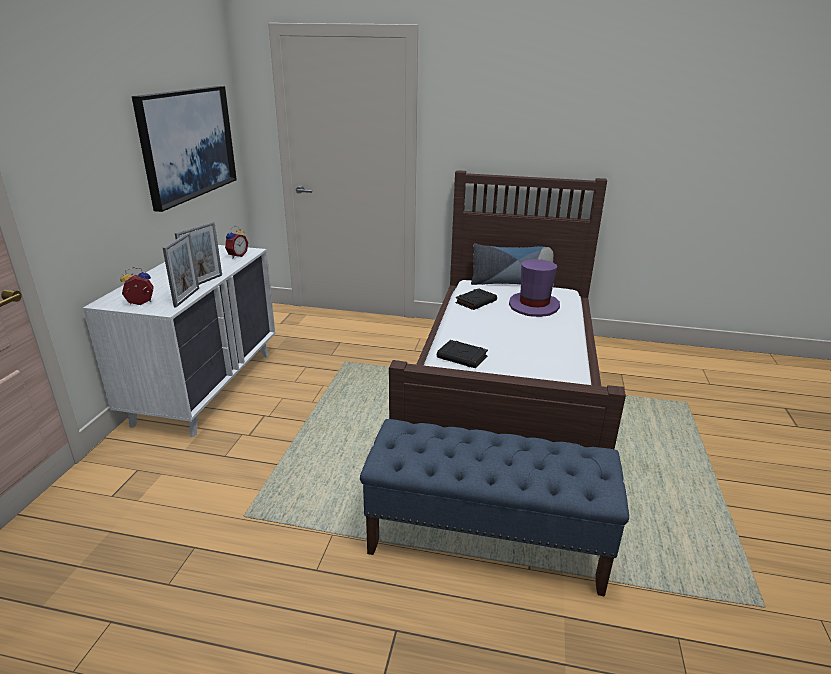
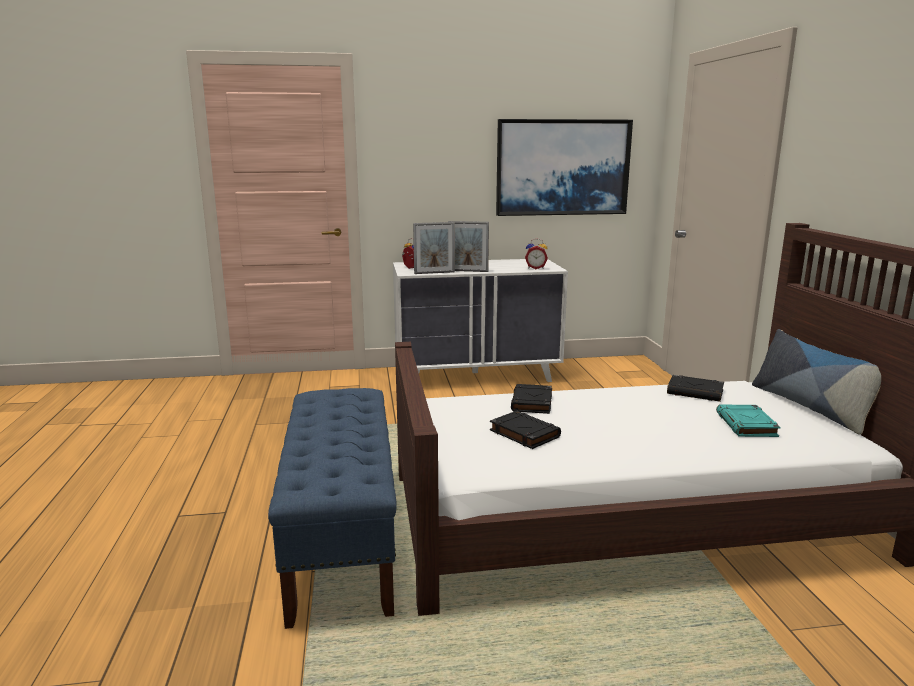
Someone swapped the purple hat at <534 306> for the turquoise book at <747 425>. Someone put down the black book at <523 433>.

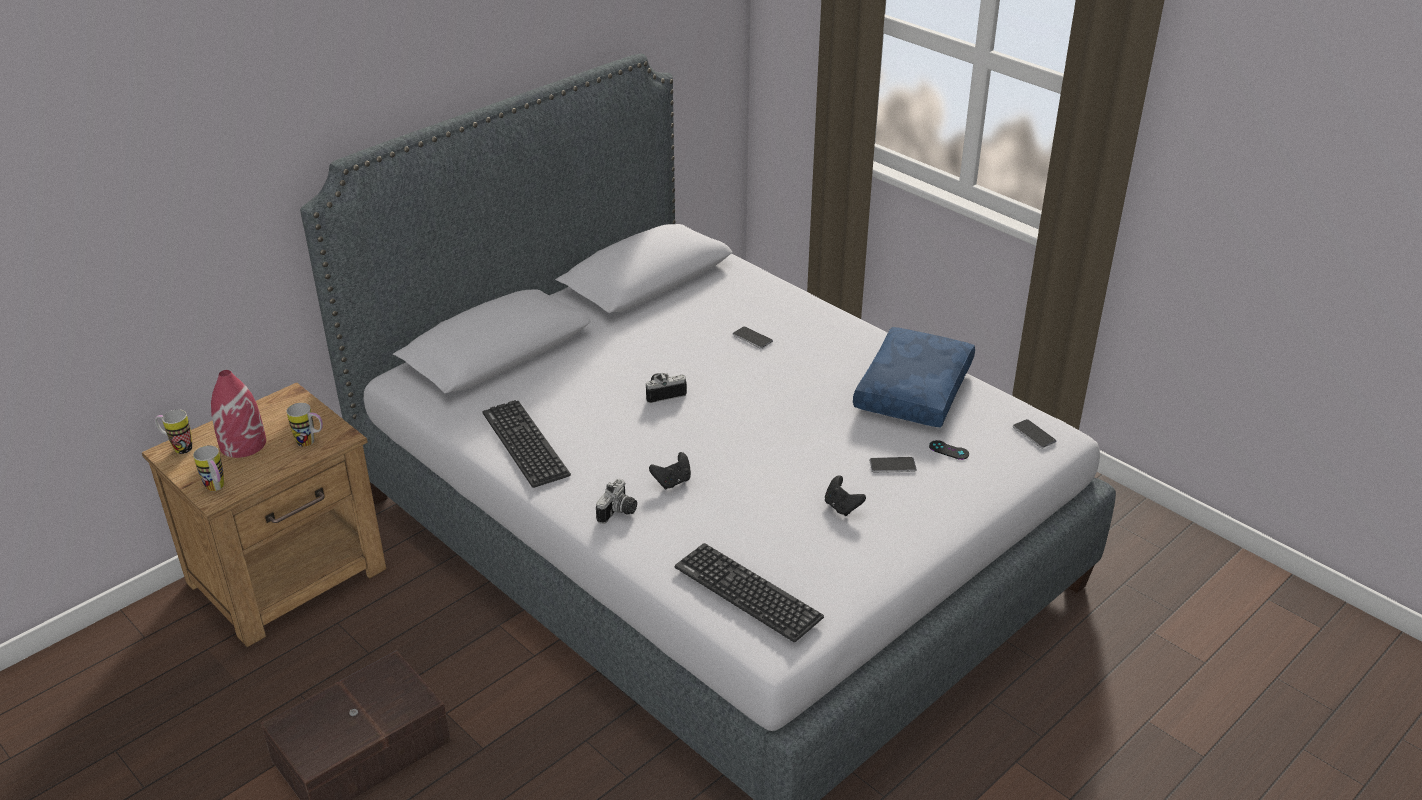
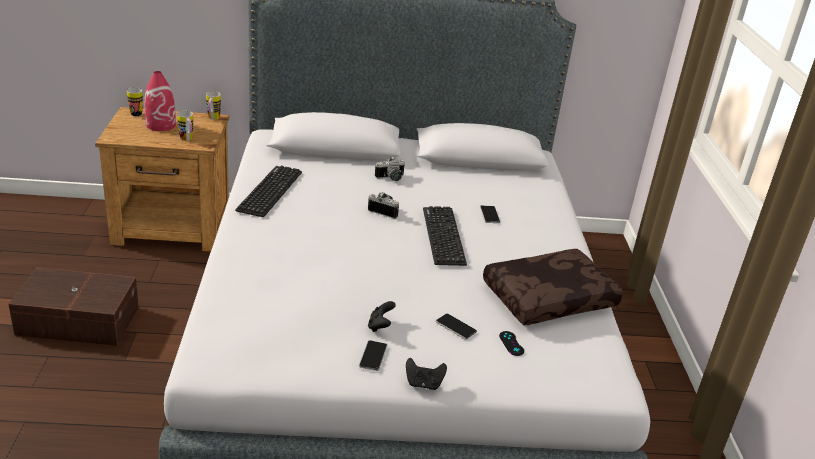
Someone carried the mug from <217 489> to <213 119>. Someone carried the photo camera from <619 512> to <391 178>. Someone carried the black game controller from <672 481> to <423 384>. Someone carried the keyboard from <747 592> to <443 236>. Someone repainted the blue pillow at <911 389>, which became the brown pillow at <548 297>. Someone carried the phone from <1034 434> to <373 356>.

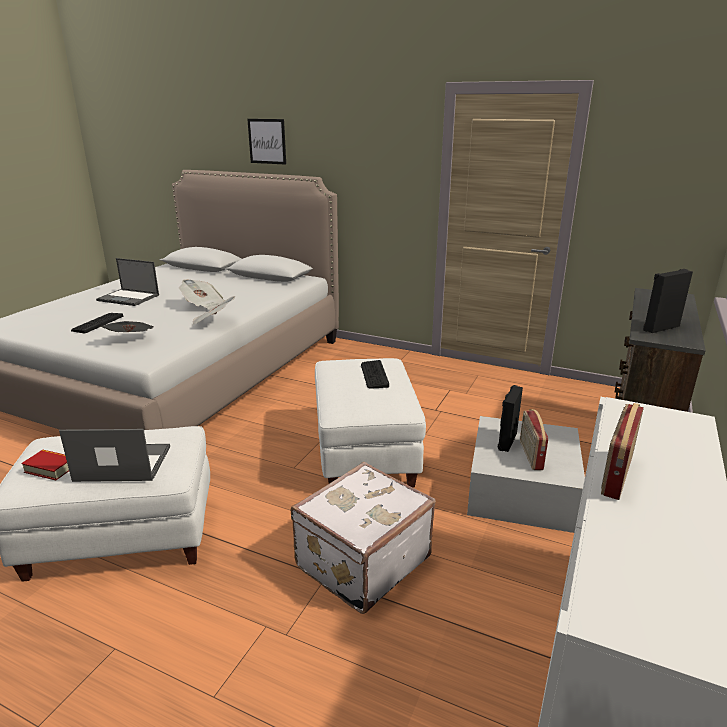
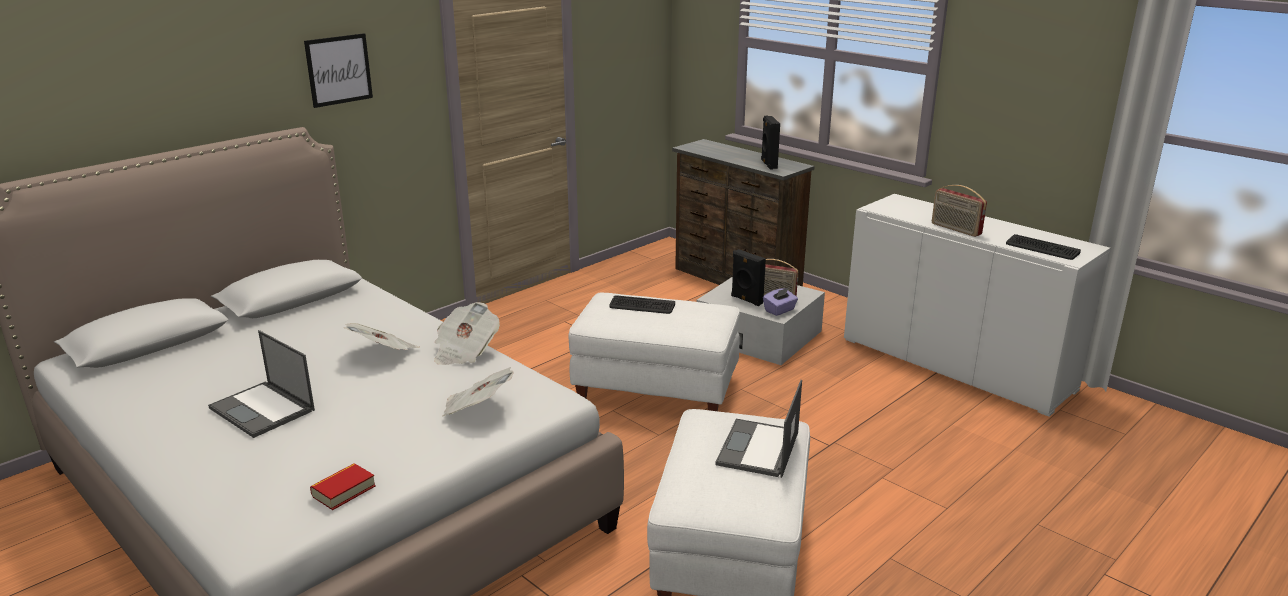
Someone carried the book from <51 468> to <343 491>. Someone carried the keyboard from <97 323> to <1042 248>. Someone rotated the laptop at <129 298> by 90 degrees clockwise. Someone carried the picture from <267 141> to <339 70>. Someone took away the white suitcase at <361 561>. Someone put down the purple tissue box at <779 310>.

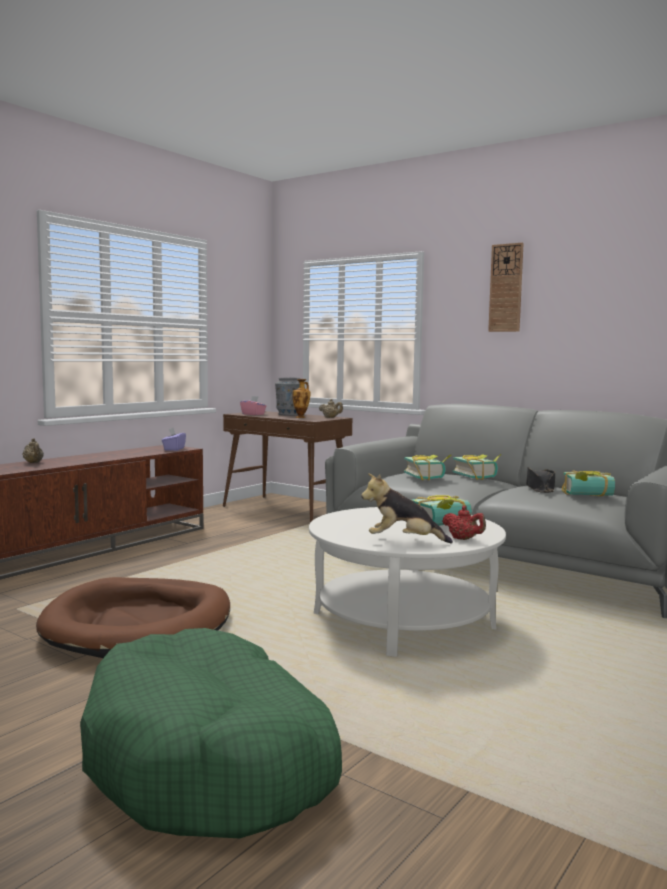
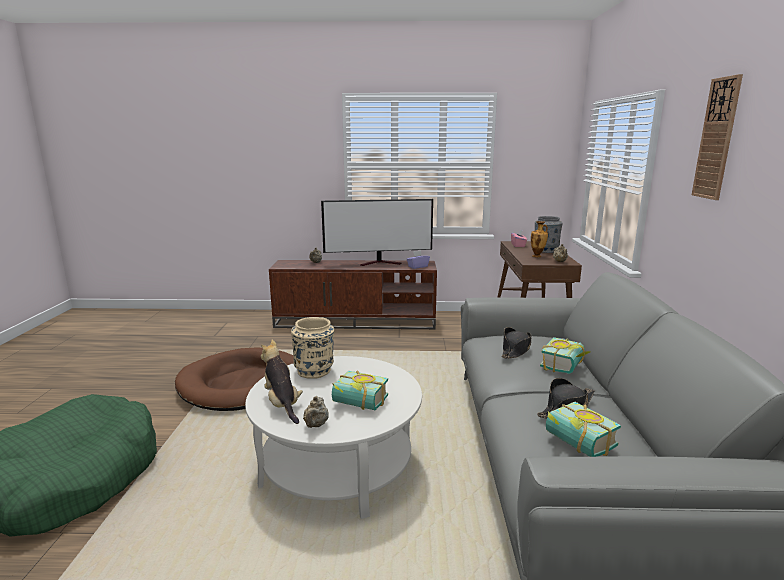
Someone swapped the book at <428 477> for the black hat at <516 349>. Someone repainted the red teapot at <463 539>, which became the beige teapot at <316 425>. Someone put down the beige vase at <315 371>. Someone put down the television at <381 263>.

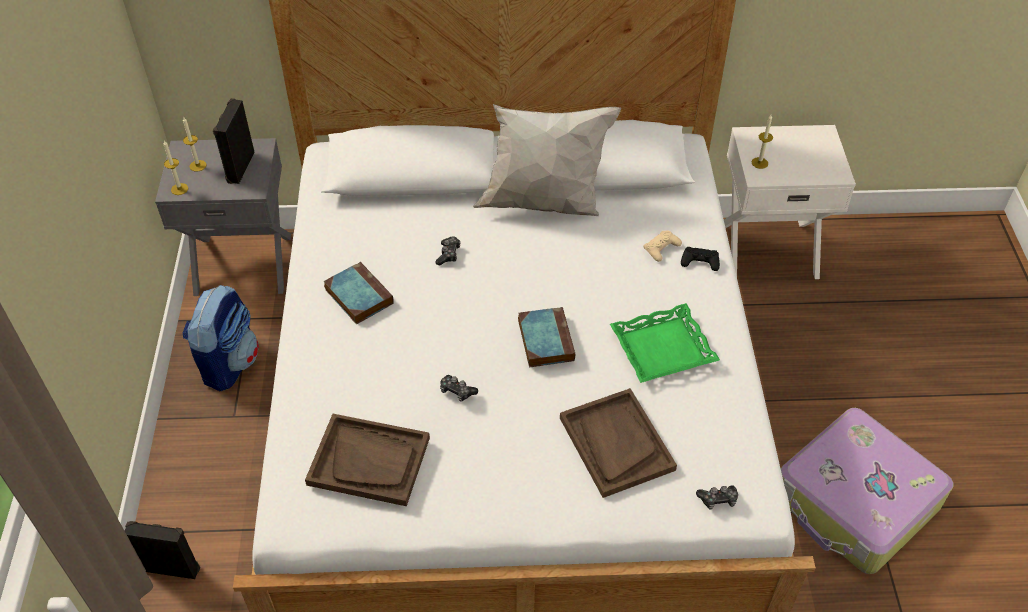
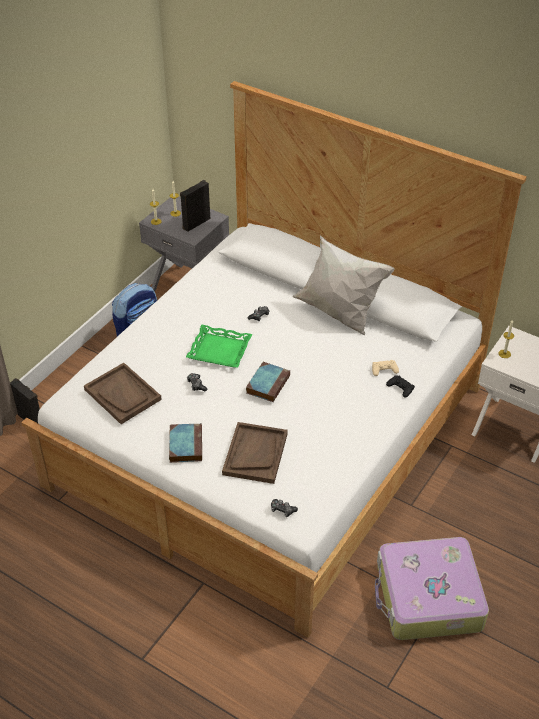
Someone carried the book from <357 296> to <185 444>. Someone carried the green tray from <662 348> to <219 350>.

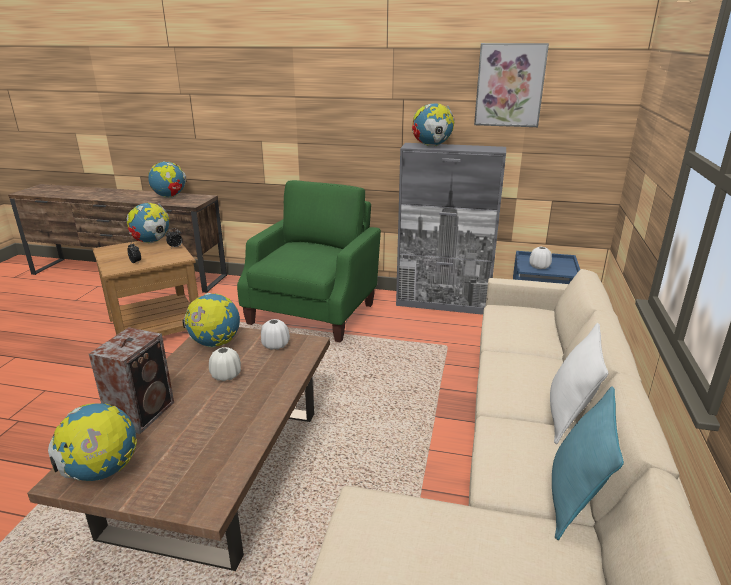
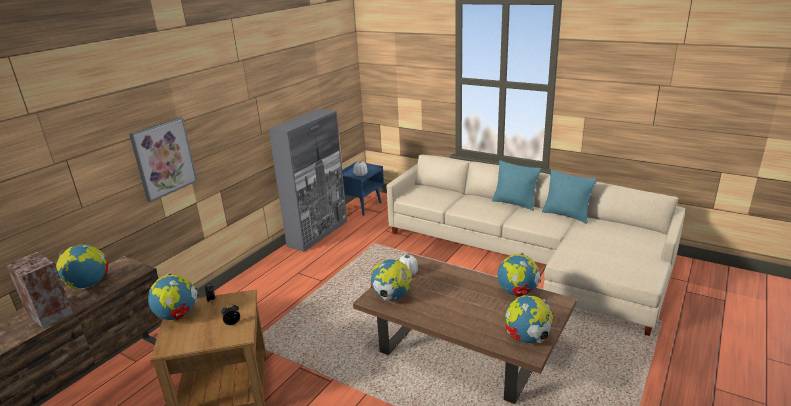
Someone carried the speaker from <143 412> to <50 312>. Someone took away the white vase at <226 375>. Someone took away the green armchair at <314 312>. Someone carried the globe from <432 146> to <517 293>. Someone carried the picture from <509 85> to <163 158>. Someone repainted the white pillow at <568 416>, which became the turquoise pillow at <514 203>.

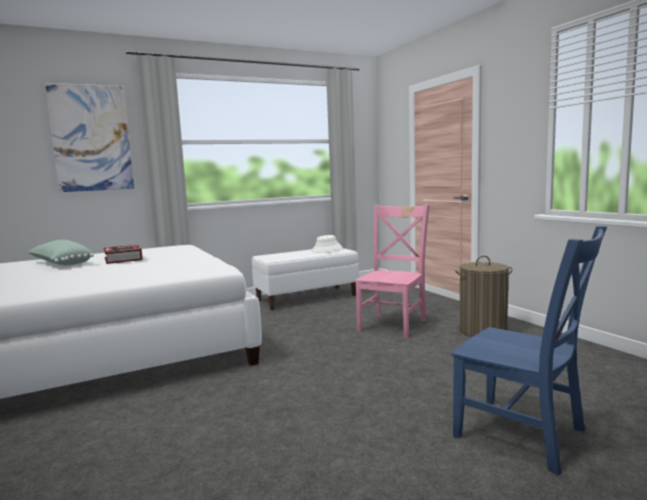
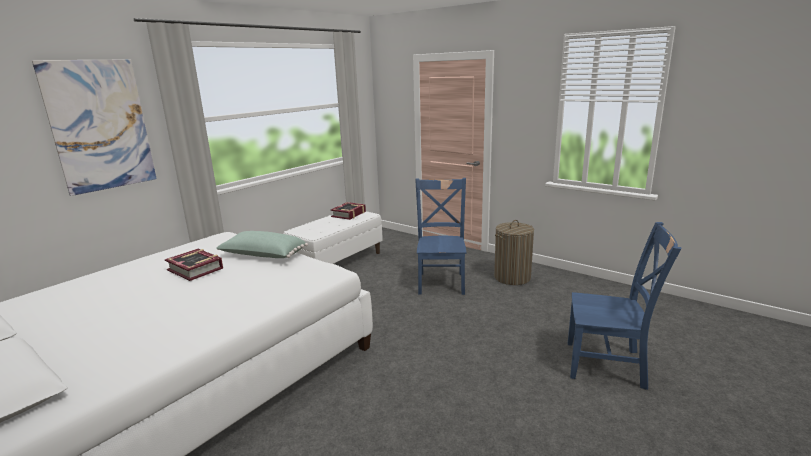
Someone carried the green pillow from <61 264> to <263 256>. Someone swapped the white hat at <327 249> for the book at <349 214>. Someone repainted the pink chair at <393 324>, which became the blue chair at <441 282>.

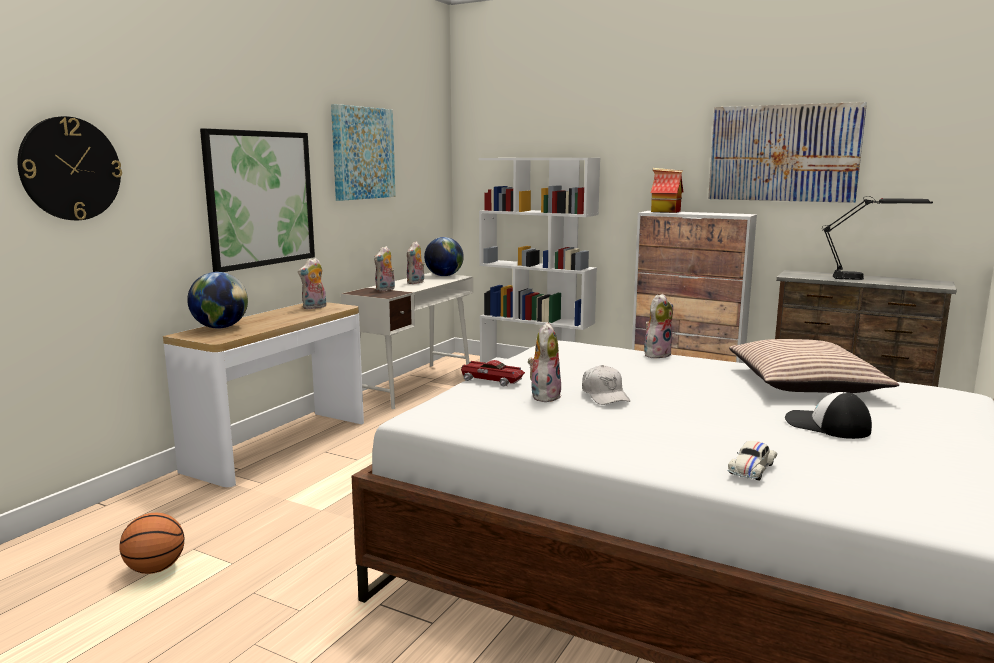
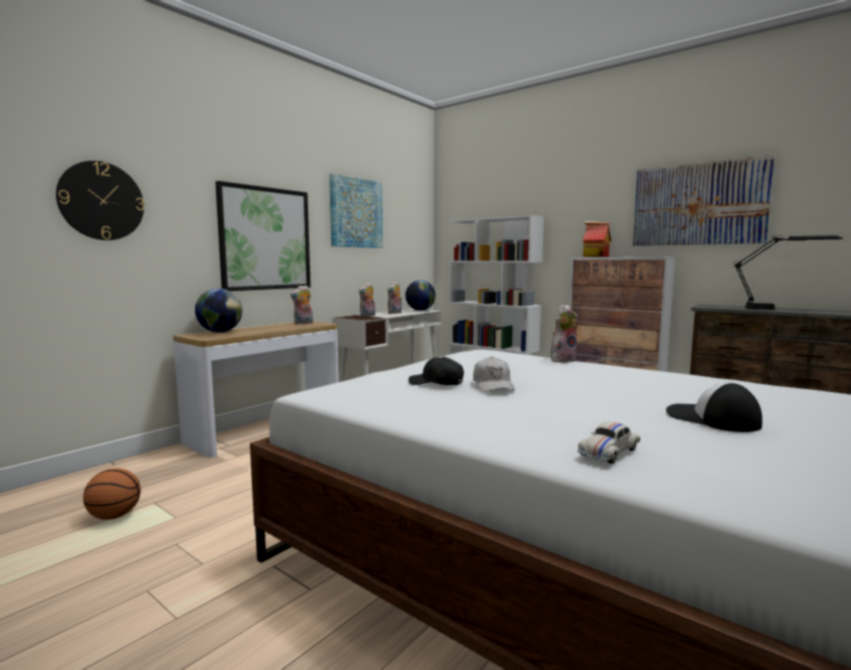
Someone took away the toy car at <490 380>. Someone swapped the plush toy at <544 395> for the black cap at <437 383>. Someone took away the pillow at <804 383>.

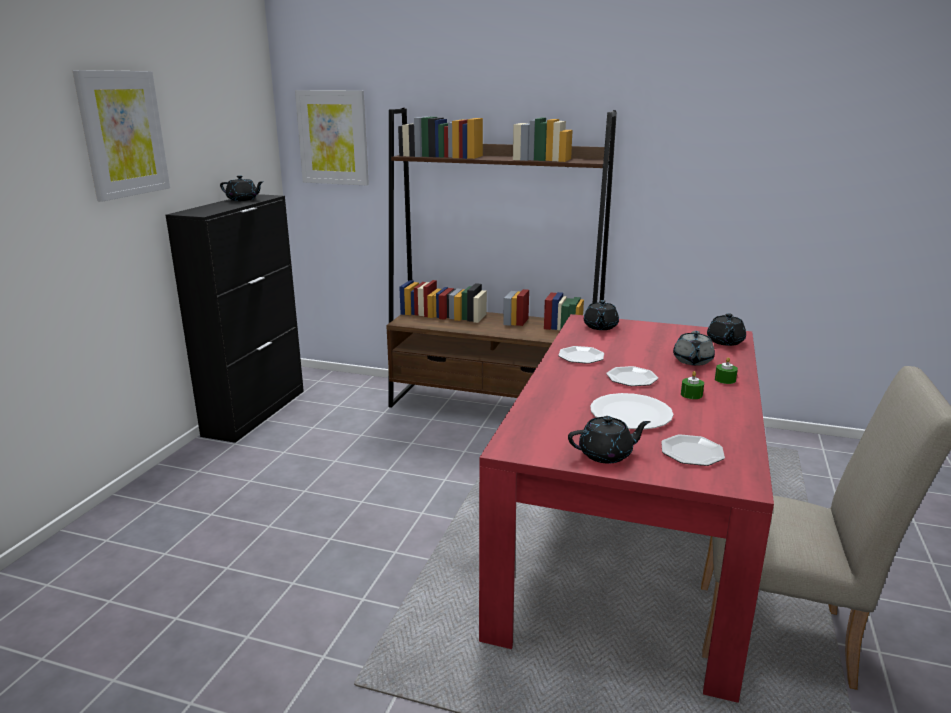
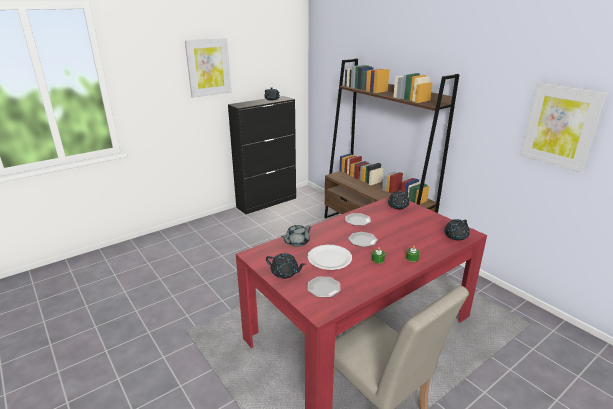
Someone carried the picture from <333 137> to <560 126>. Someone carried the grey teapot from <692 361> to <296 242>.

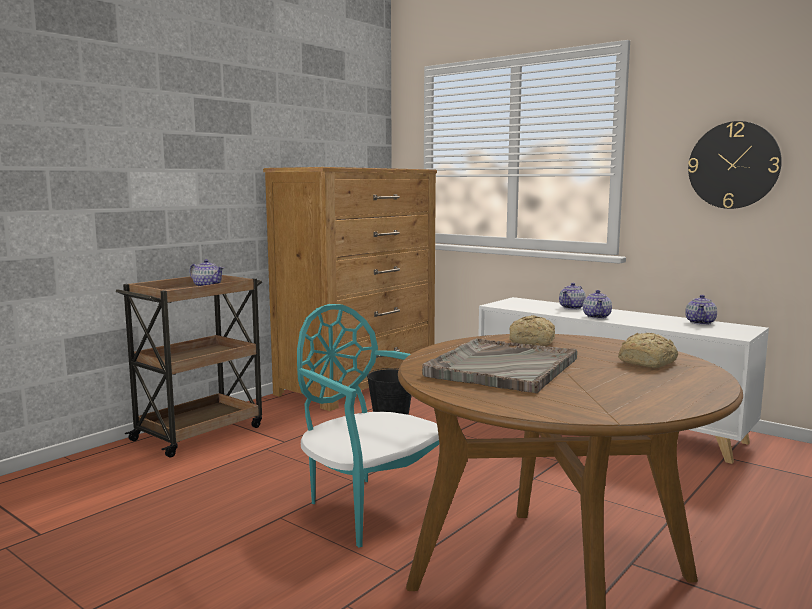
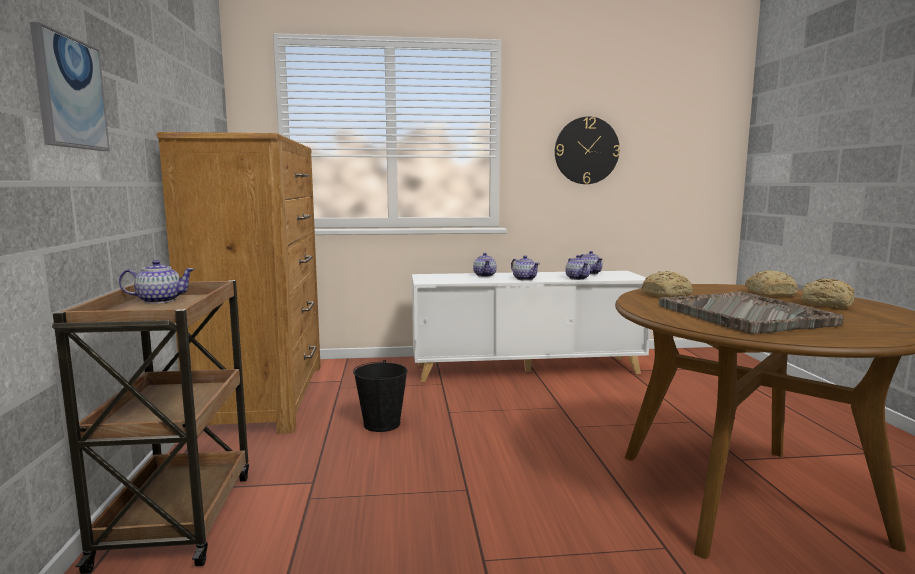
Someone took away the turquoise chair at <370 506>. Someone put up the picture at <70 93>. Someone put down the teapot at <577 278>. Someone put down the bread at <828 305>.

